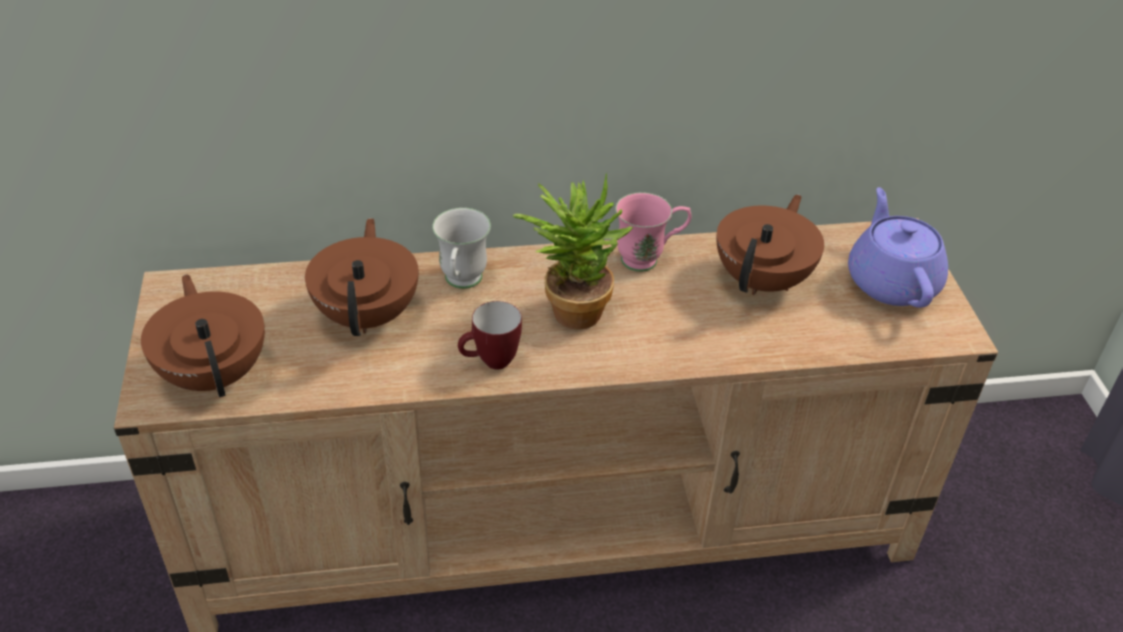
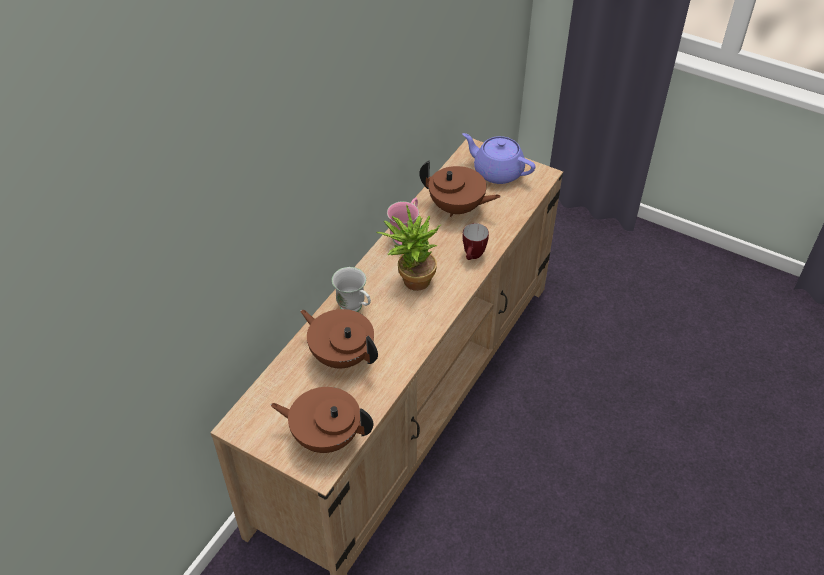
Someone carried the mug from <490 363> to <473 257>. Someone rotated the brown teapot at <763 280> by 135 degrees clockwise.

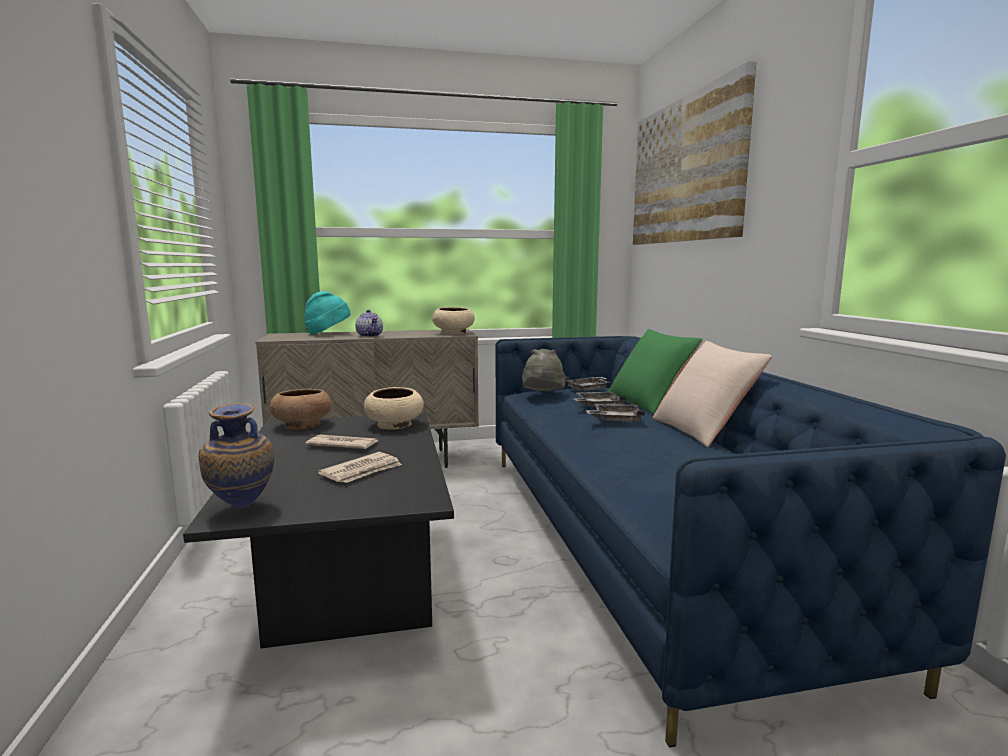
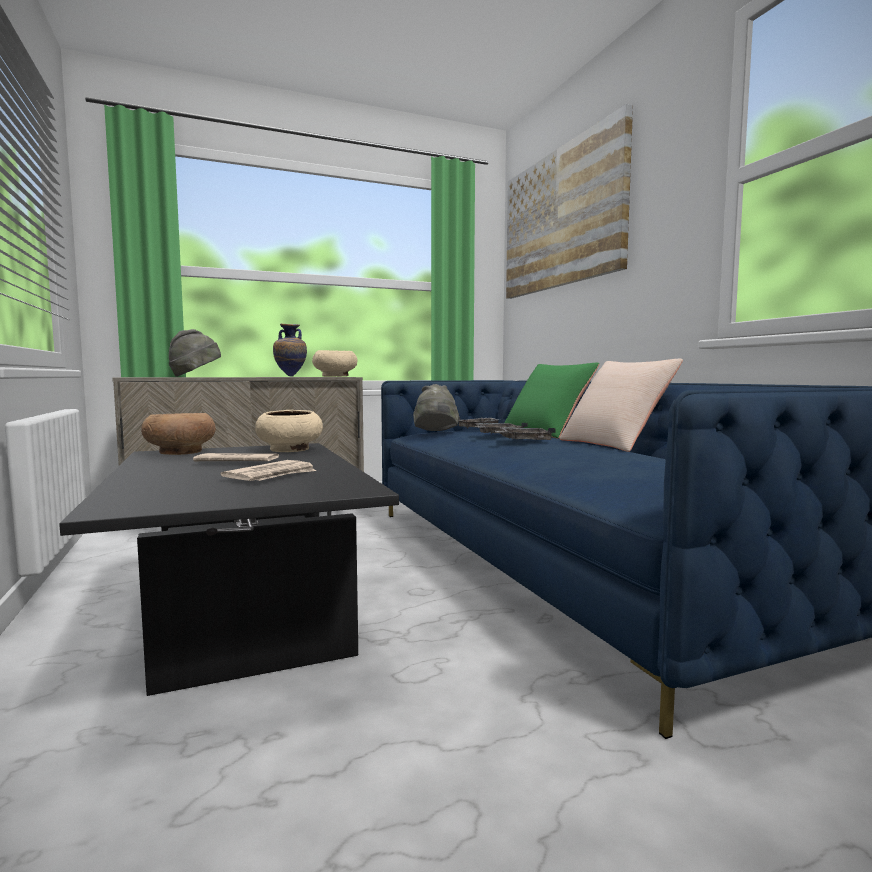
Someone carried the vase from <241 510> to <290 376>. Someone repainted the turquoise hat at <328 333>, which became the grey hat at <195 376>. Someone took away the teapot at <370 336>.

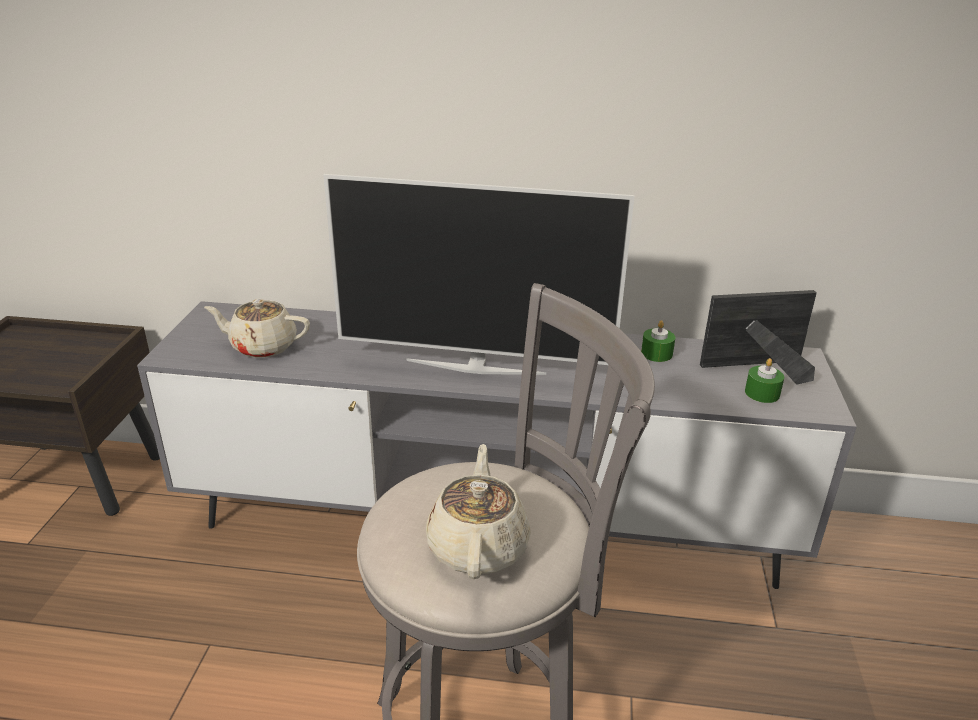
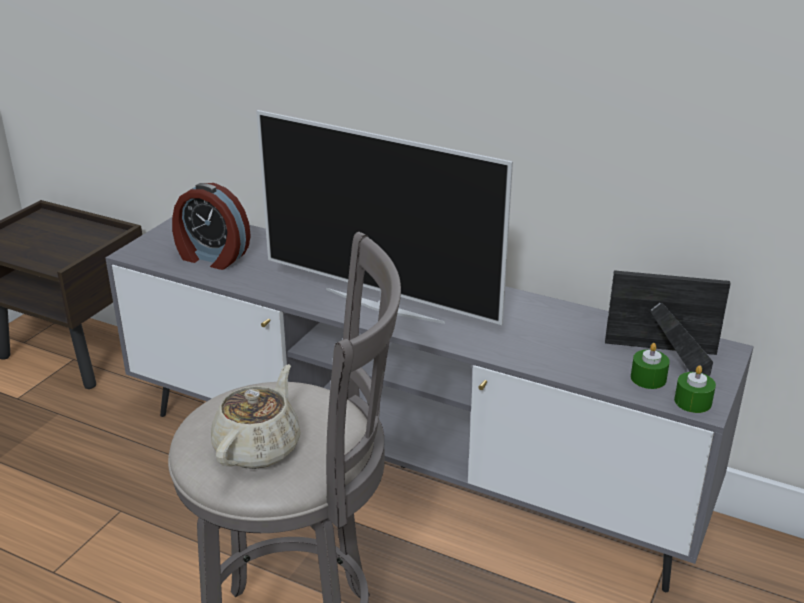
Someone swapped the beige teapot at <262 346> for the alarm clock at <212 257>. Someone carried the green candle from <656 353> to <692 402>.

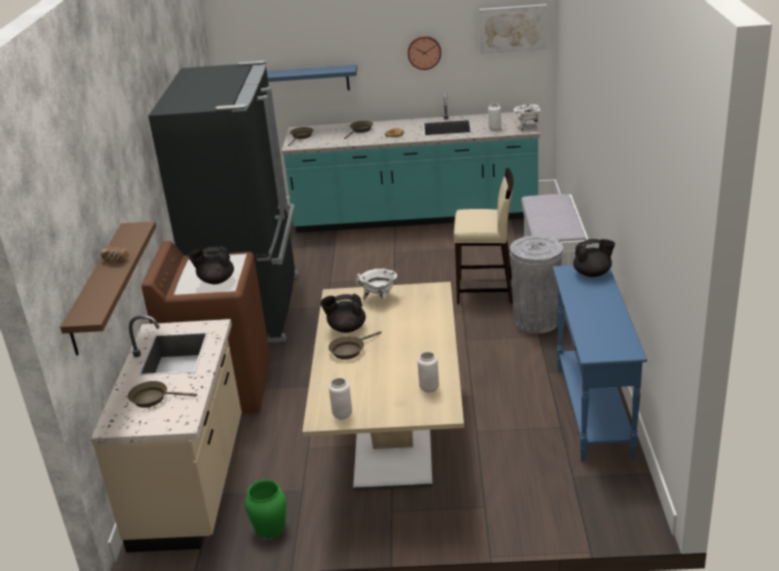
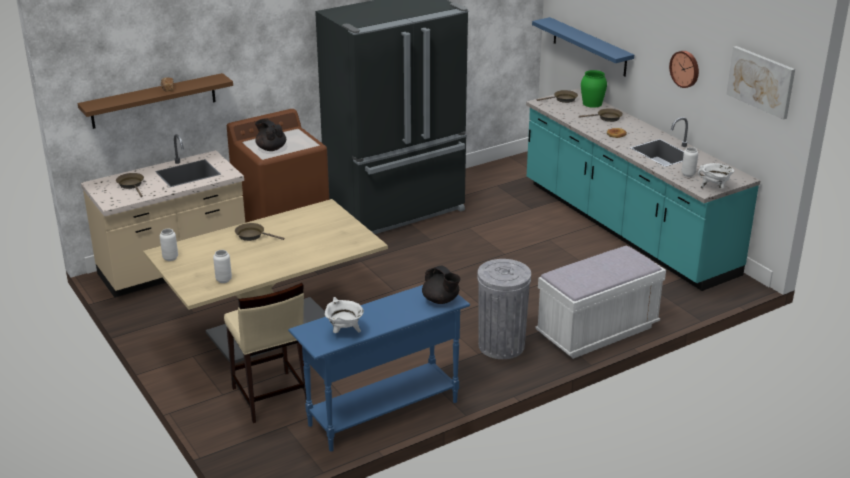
Someone carried the green vase from <269 527> to <592 103>. Someone took away the black teapot at <346 328>. Someone carried the white cooking pot from <379 298> to <344 331>. Someone carried the beige stool from <485 290> to <270 397>.

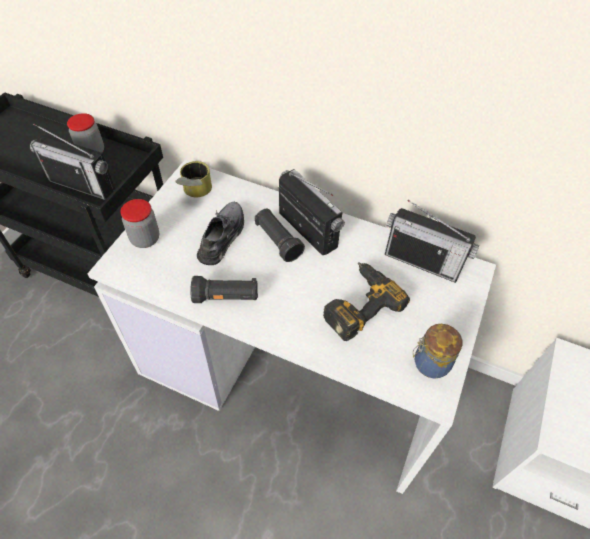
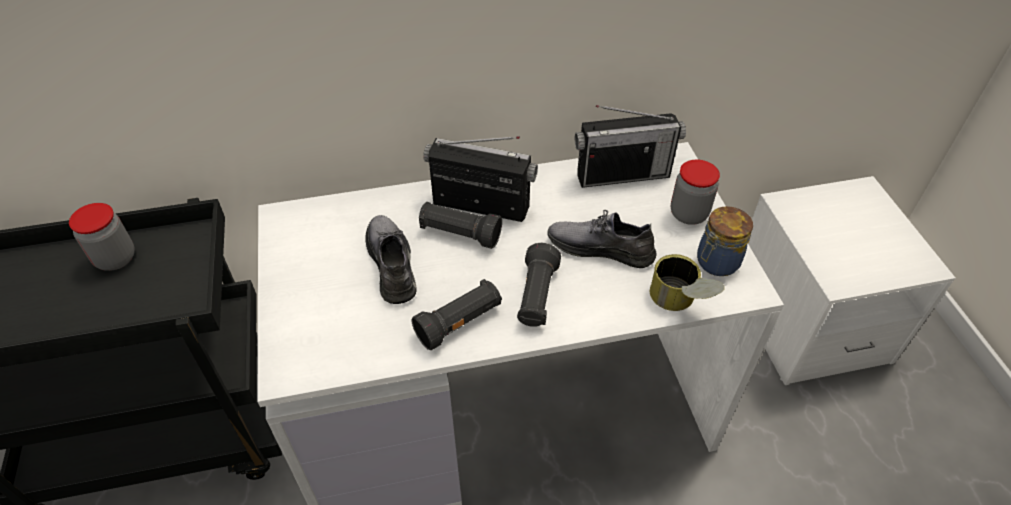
Someone took away the radio at <82 185>. Someone carried the jar from <145 239> to <688 214>. Someone carried the can from <195 193> to <680 303>. Someone swapped the power drill at <358 303> for the grey shoe at <600 248>. Someone put down the black flashlight at <536 297>.

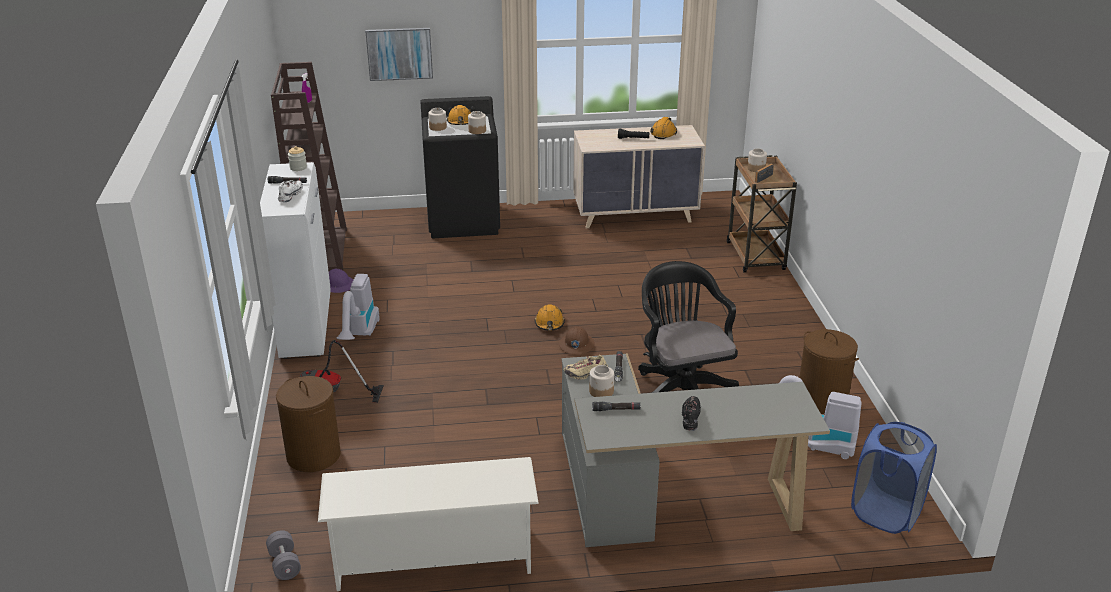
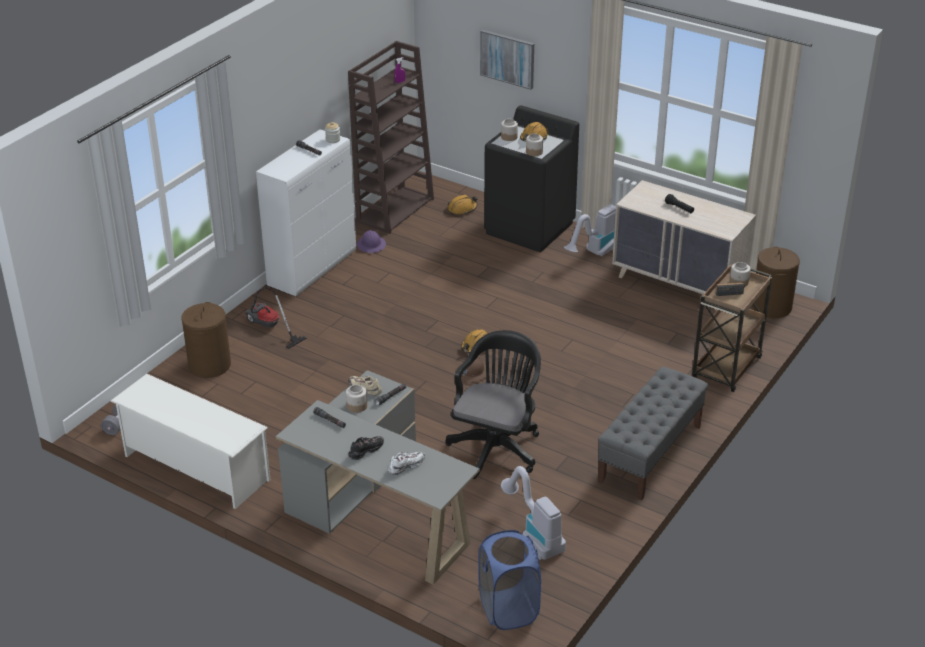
Someone carried the white shoe from <290 196> to <406 466>. Someone carried the vacuum cleaner from <359 335> to <594 253>. Someone carried the orange hard hat from <663 133> to <462 209>. Someone carried the brown laundry basket from <821 404> to <771 307>. Someone put down the grey bench at <650 454>.

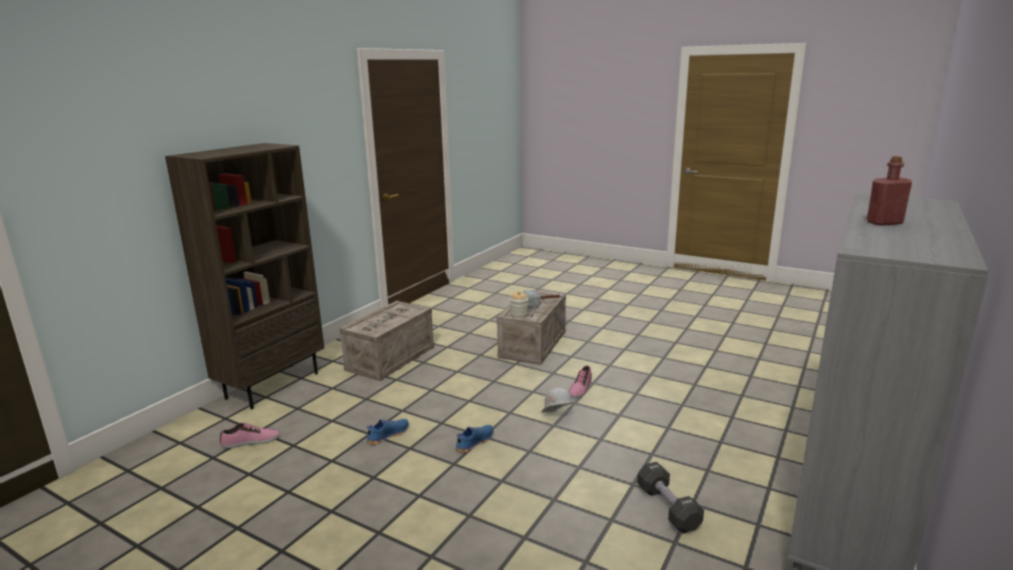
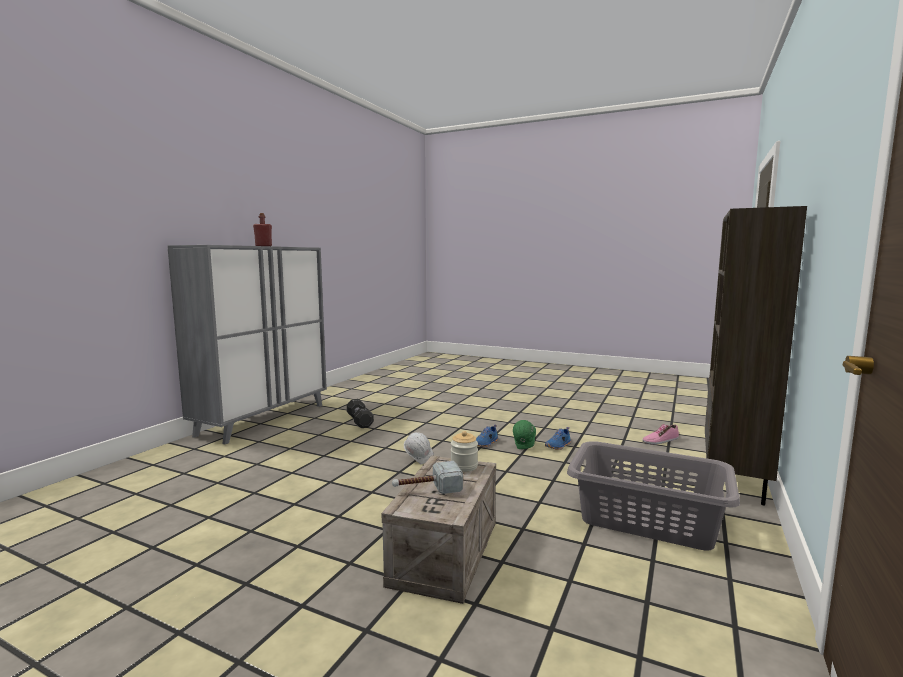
Someone swapped the crate at <391 358> for the grey laundry basket at <647 520>. Someone took away the shoe at <580 388>. Someone put down the green hard hat at <524 446>.

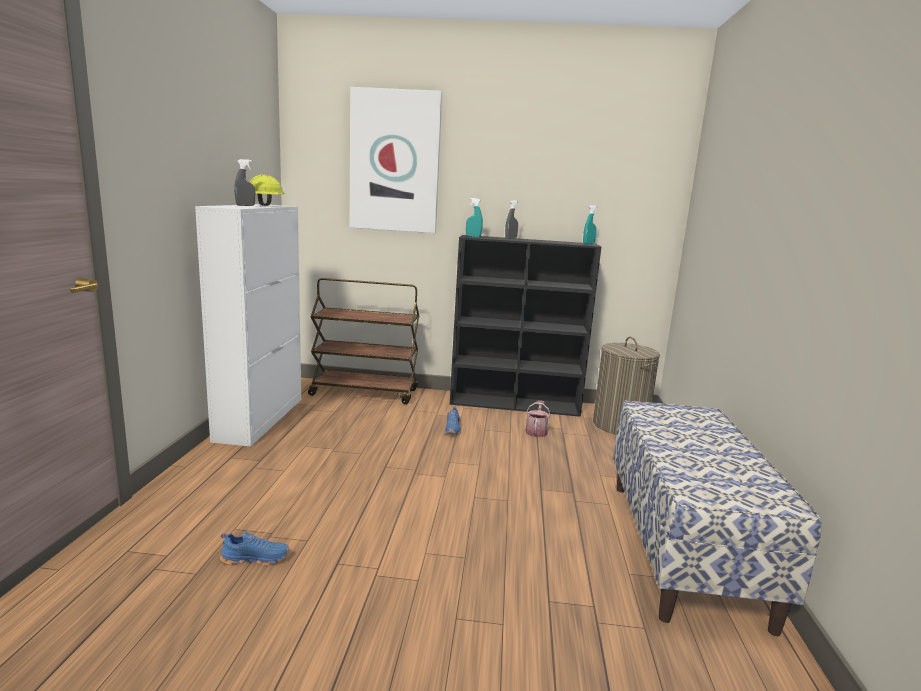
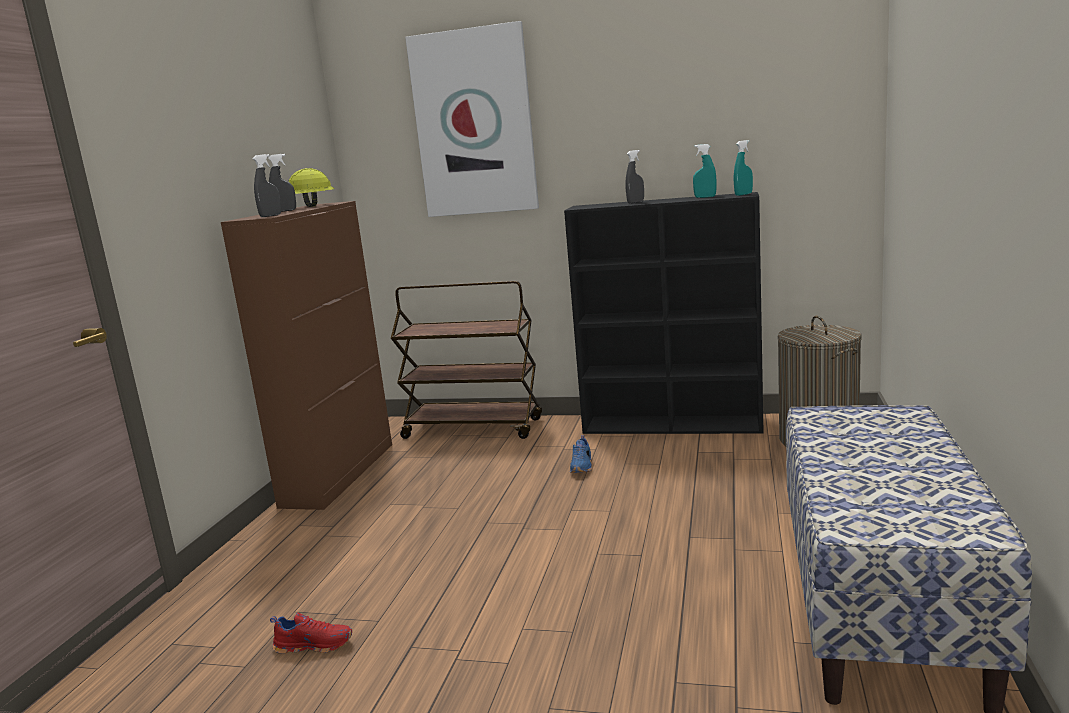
Someone repainted the white cabinet at <261 418>, which became the brown cabinet at <340 473>. Someone repainted the blue shoe at <255 558>, which became the red shoe at <314 644>. Someone carried the turquoise spray bottle from <473 236> to <705 197>. Someone took away the watering can at <536 431>. Someone put down the grey spray bottle at <270 216>.

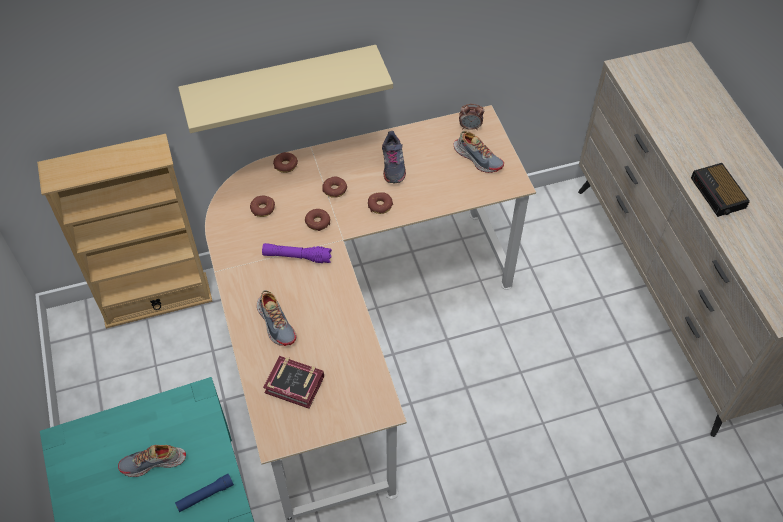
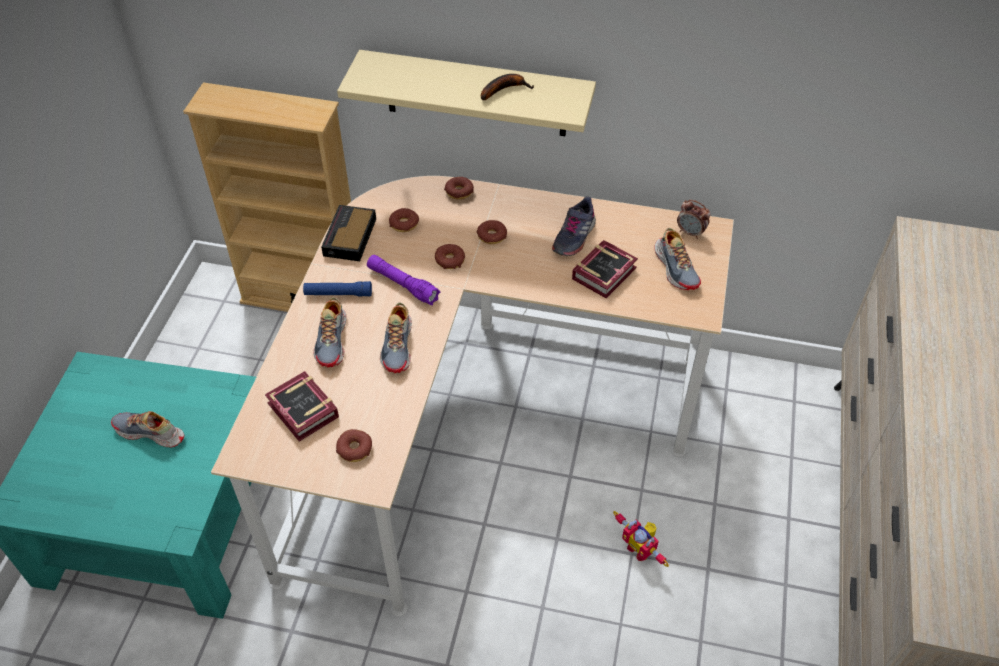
Someone carried the blue flashlight from <205 495> to <338 294>. Someone carried the donut from <380 205> to <355 449>. Someone carried the alarm clock from <718 194> to <349 238>. Someone put down the shoe at <398 346>. Someone put down the banana at <504 89>. Someone put down the book at <607 273>. Someone put down the toy robot at <640 549>.

